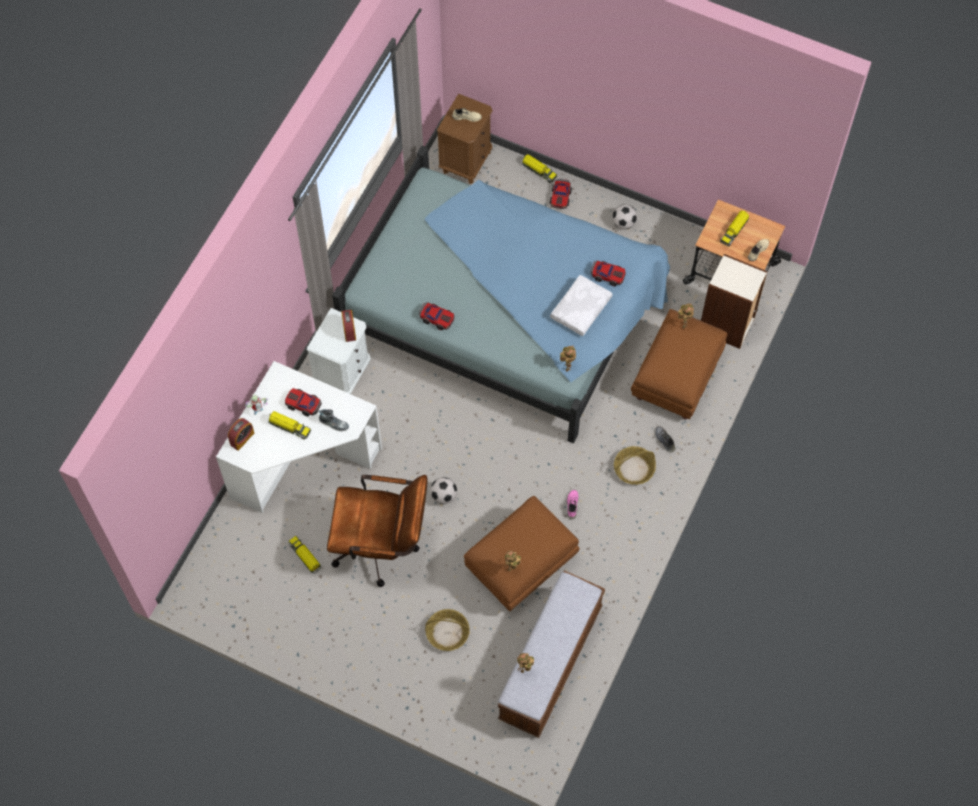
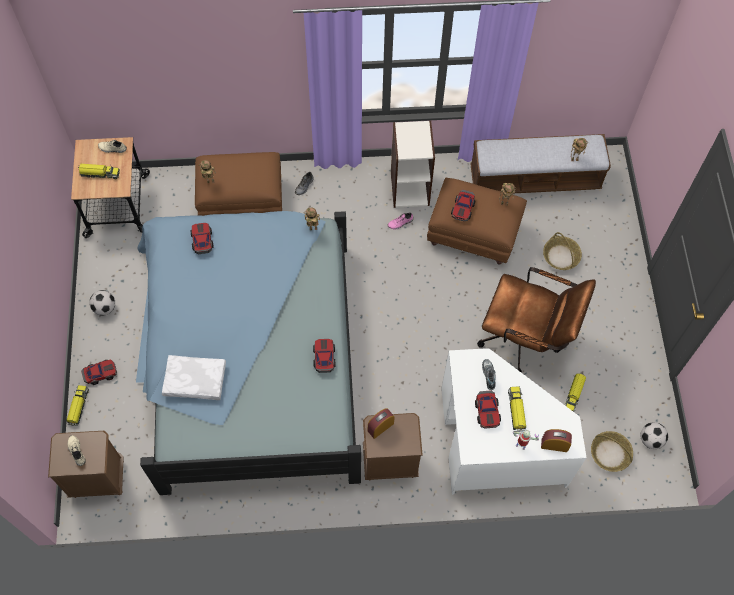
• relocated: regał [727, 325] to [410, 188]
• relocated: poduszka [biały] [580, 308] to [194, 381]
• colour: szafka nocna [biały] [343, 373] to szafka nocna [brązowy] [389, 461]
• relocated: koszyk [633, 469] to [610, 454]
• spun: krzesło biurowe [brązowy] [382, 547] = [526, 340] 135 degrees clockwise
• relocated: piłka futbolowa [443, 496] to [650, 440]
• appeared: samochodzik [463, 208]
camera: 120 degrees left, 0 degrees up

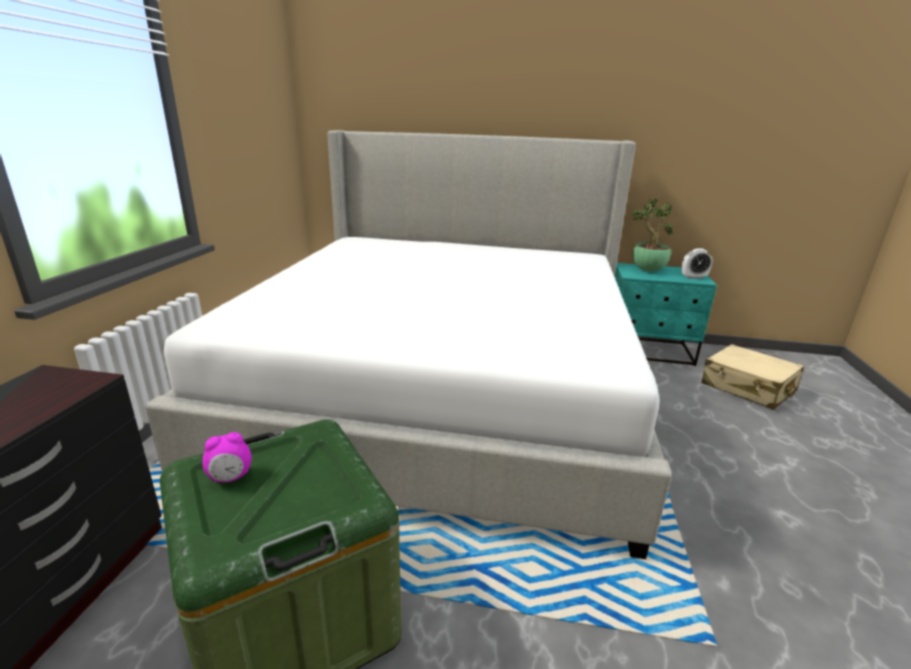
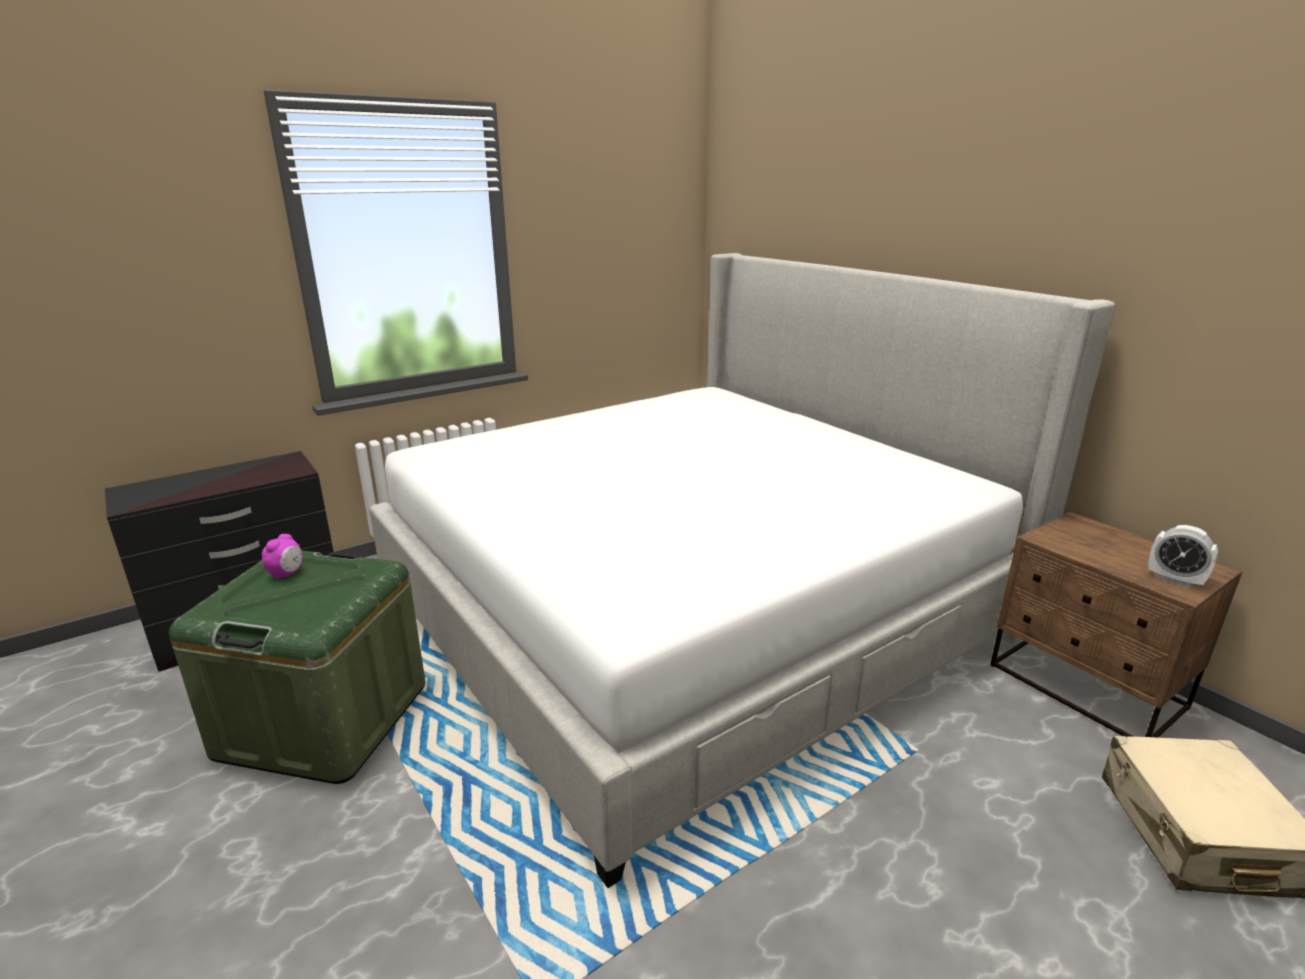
• missing: roślina doniczkowa [647, 271]
• colour: szafka nocna [turkusowy] [648, 351] to szafka nocna [brązowy] [1086, 687]
• spun: budzik [230, 478] = [287, 574] 90 degrees counterclockwise
camera: 45 degrees right, 0 degrees up

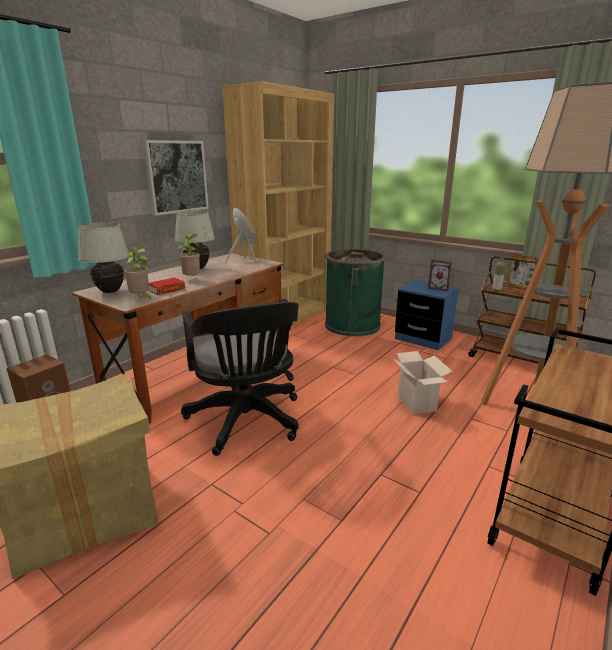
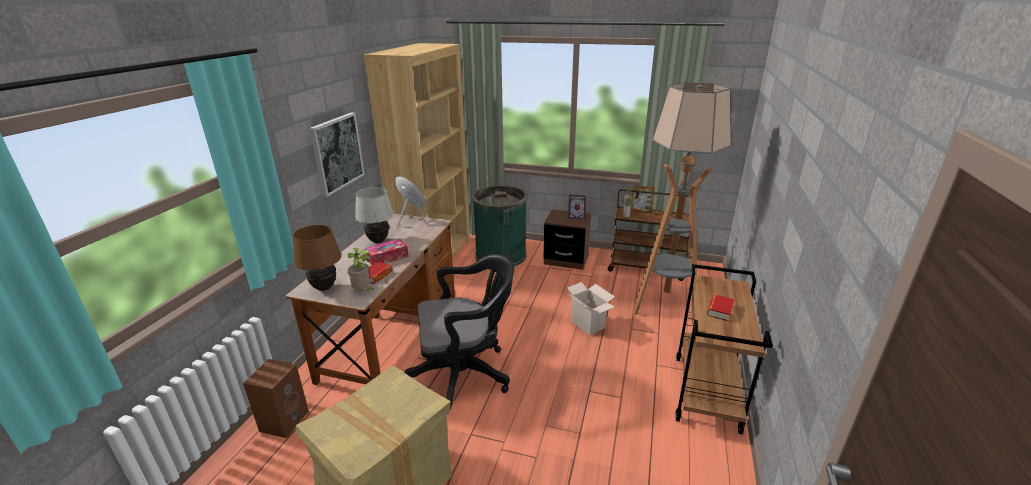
• colour: lampa stołowa [biały] [110, 291] to lampa stołowa [brązowy] [324, 288]
• exchanged: roślina doniczkowa [192, 279] to pudełko chusteczek [387, 258]
• colour: szafka nocna [niebieski] [423, 338] to szafka nocna [brązowy] [566, 259]
• spun: krzesło biurowe [czarny] [247, 422] = [466, 374] 60 degrees counterclockwise
• appeared: książka [719, 310]
camera: 20 degrees left, 5 degrees up

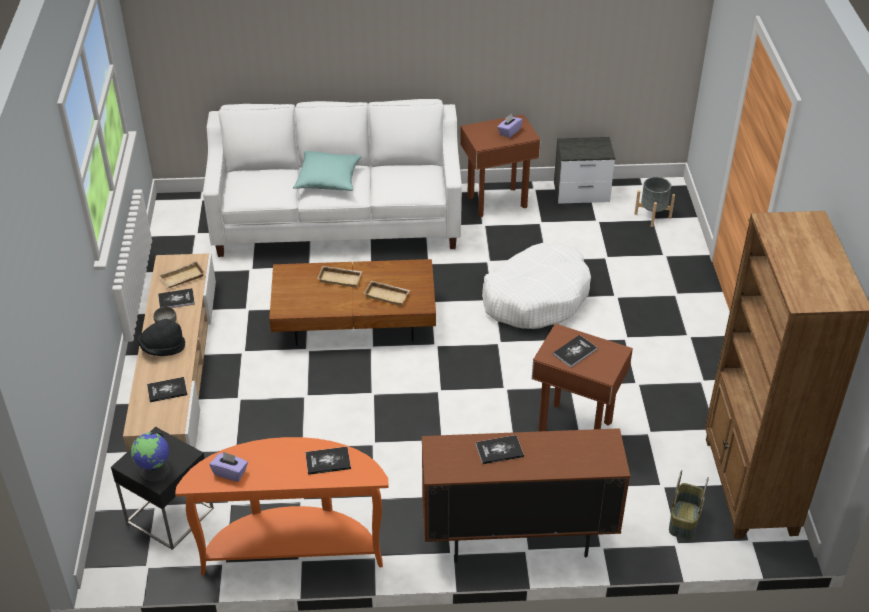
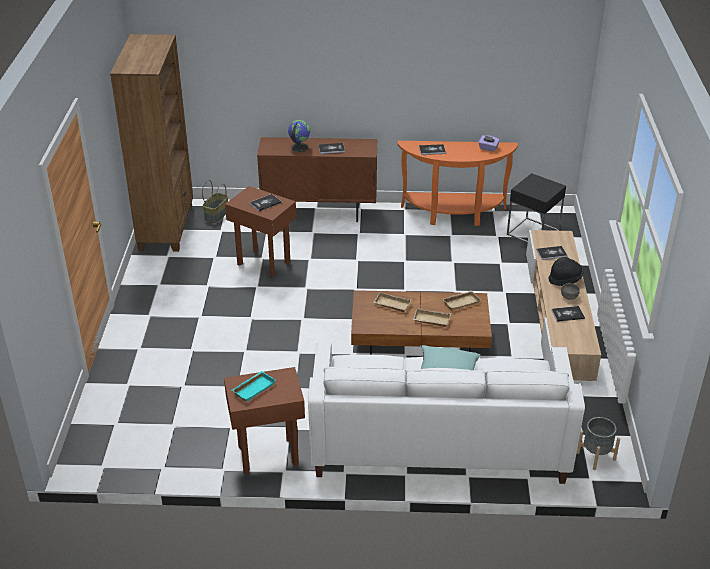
• exchanged: pudełko chusteczek [fioletowy] [509, 132] to taca [turkusowy] [253, 388]
• missing: szafka nocna [582, 193]
• relocated: donica [szary] [652, 215] to [596, 456]
• missing: legowisko [biały] [536, 297]
• relocated: taca [beżowy] [182, 279] to [461, 302]
• relocated: globus [155, 471] to [299, 147]
camera: 175 degrees left, 5 degrees down

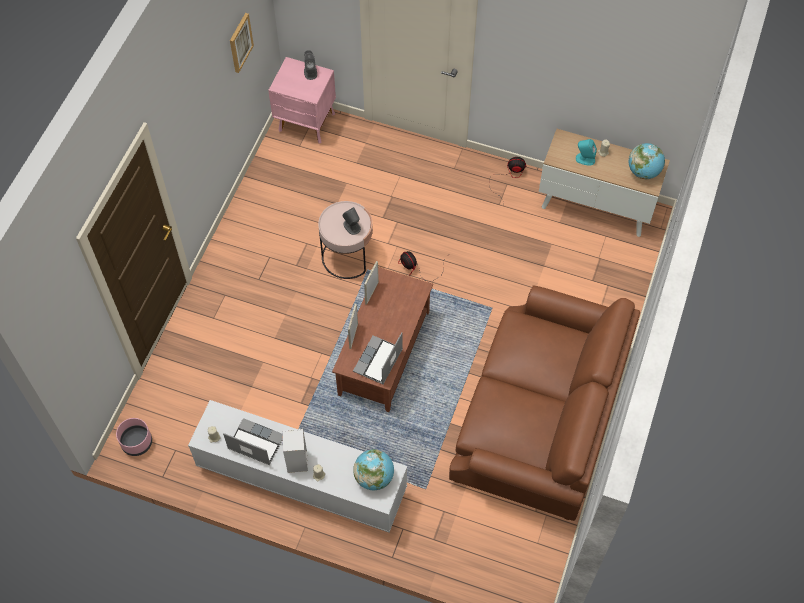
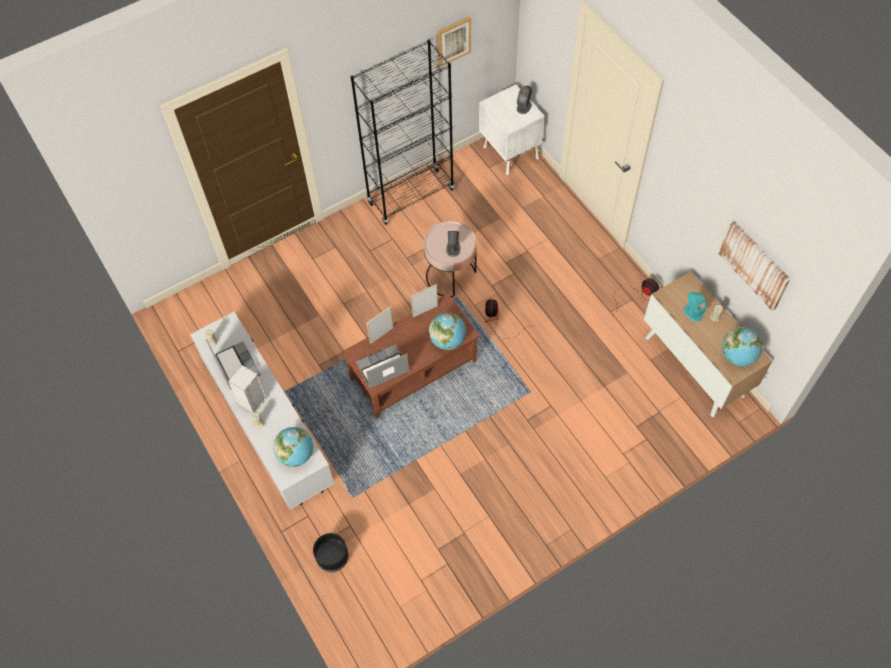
• colour: szafka nocna [różowy] [307, 123] to szafka nocna [biały] [510, 153]
• missing: kanapa [brązowy] [538, 421]
• missing: donica [różowy] [136, 442]
• appeared: regał [czarny] [411, 196]
• appeared: obraz [755, 264]
• appeared: globus [448, 340]
• appeared: donica [czarny] [332, 557]
camera: 40 degrees right, 0 degrees up

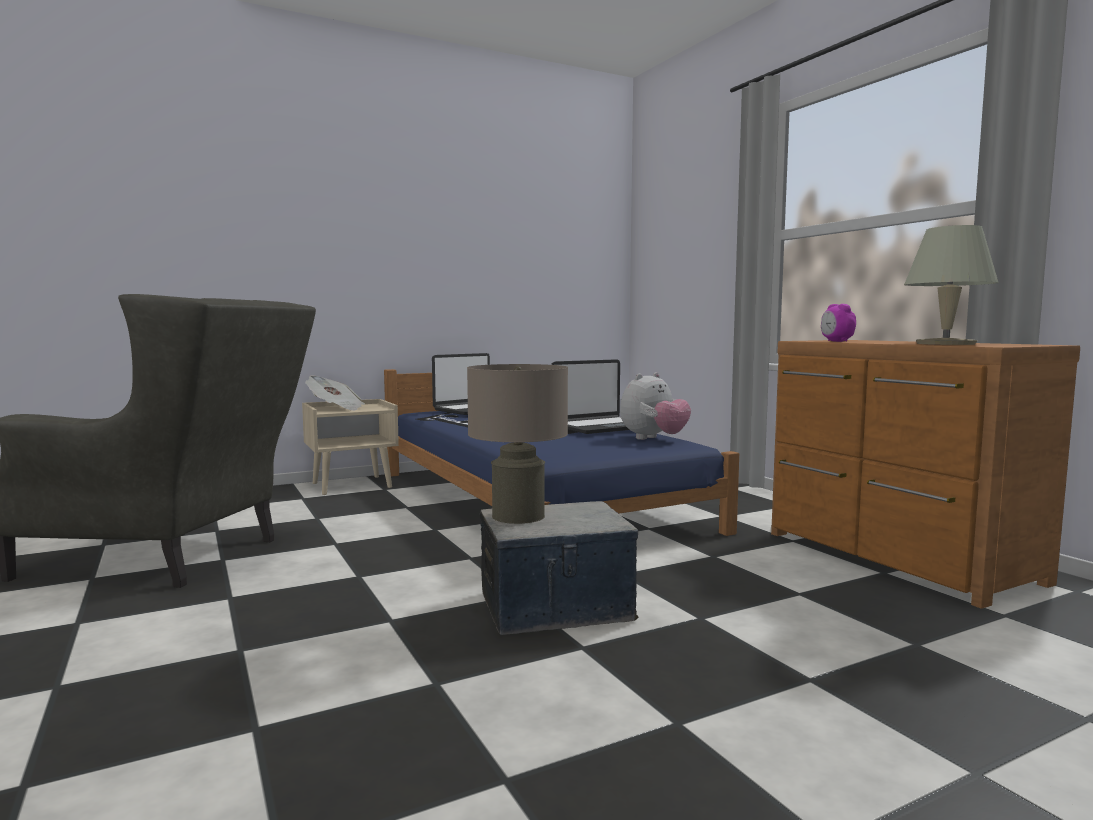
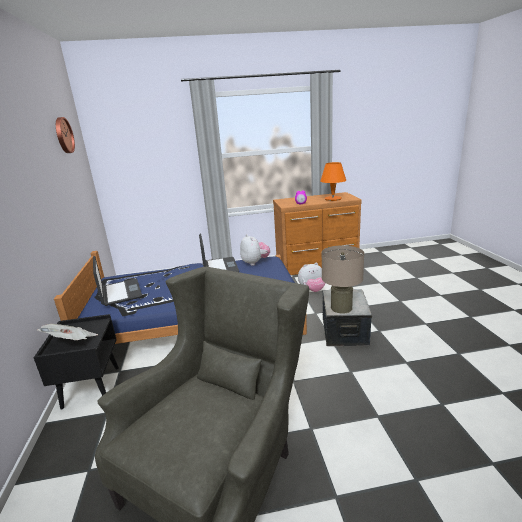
• colour: lampa stołowa [beżowy] [946, 344] to lampa stołowa [pomarańczowy] [333, 199]
• colour: szafka nocna [beżowy] [352, 485] to szafka nocna [czarny] [91, 386]
• appeared: zegar ścienny [63, 135]
• appeared: pluszak [312, 290]
camera: 70 degrees left, 15 degrees up

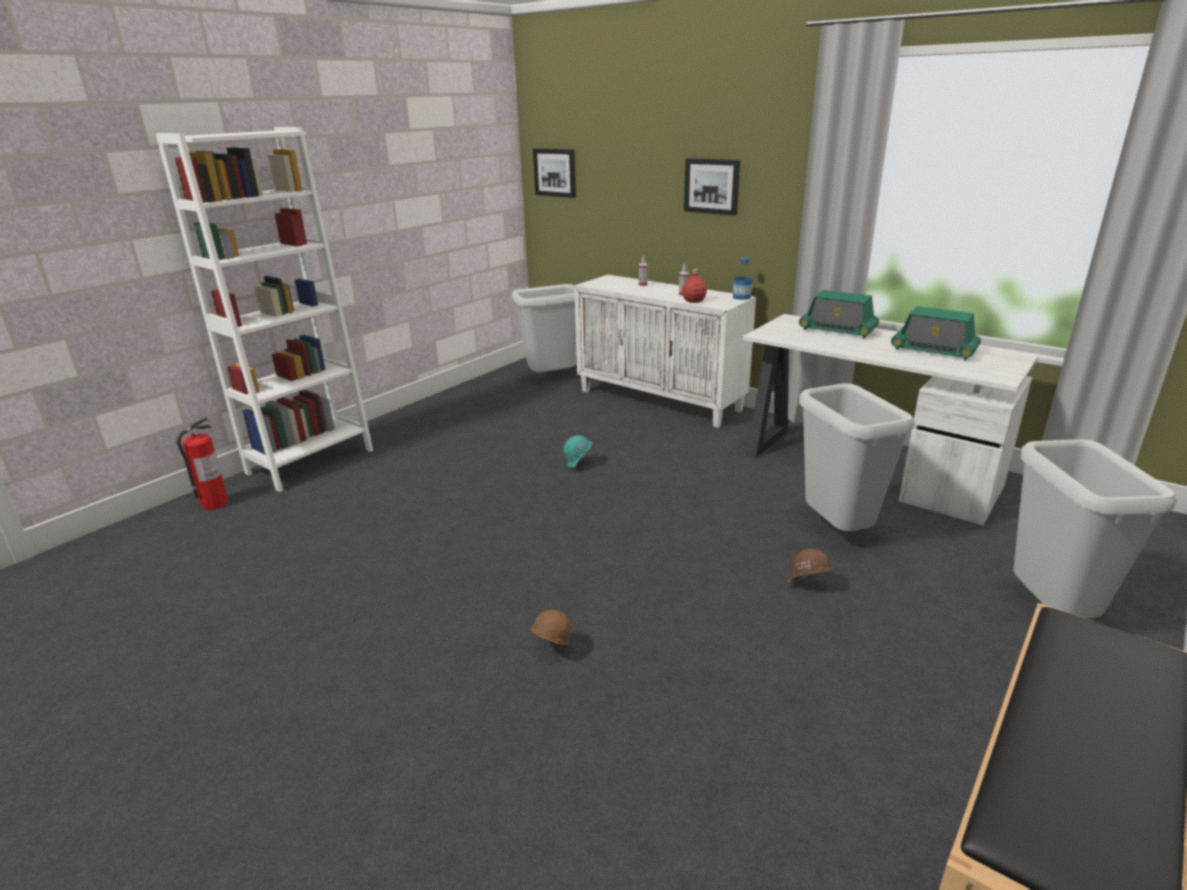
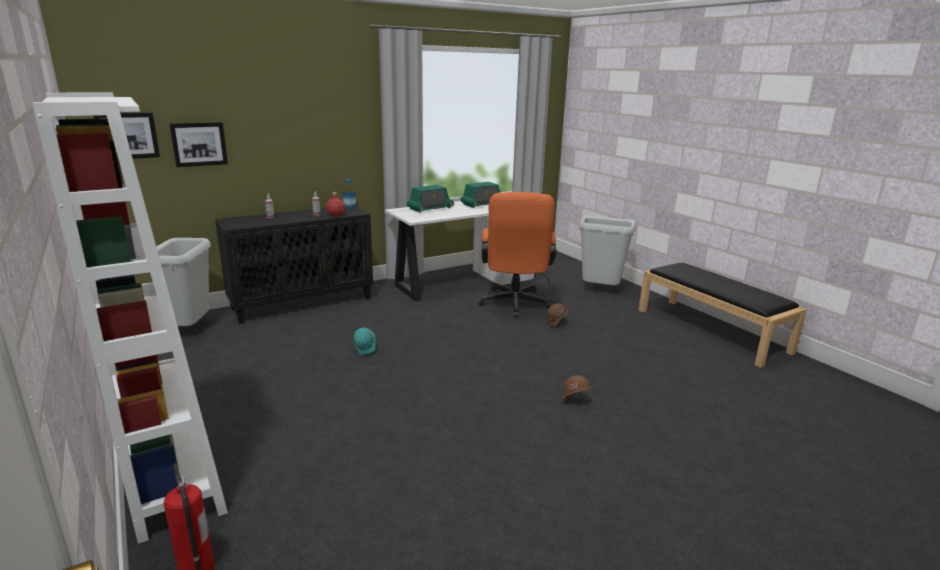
• relocated: obraz [712, 186] to [199, 144]
• colour: szafka [biały] [661, 400] to szafka [czarny] [303, 303]
• exchanged: kosz na śmieci [szary] [834, 531] to krzesło biurowe [pomarańczowy] [514, 305]
camera: 70 degrees left, 5 degrees down

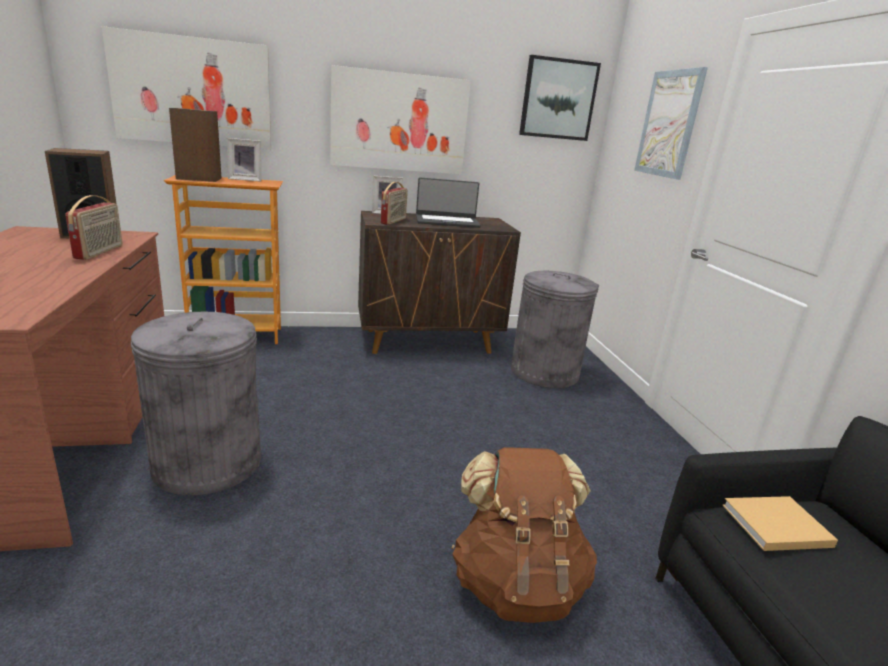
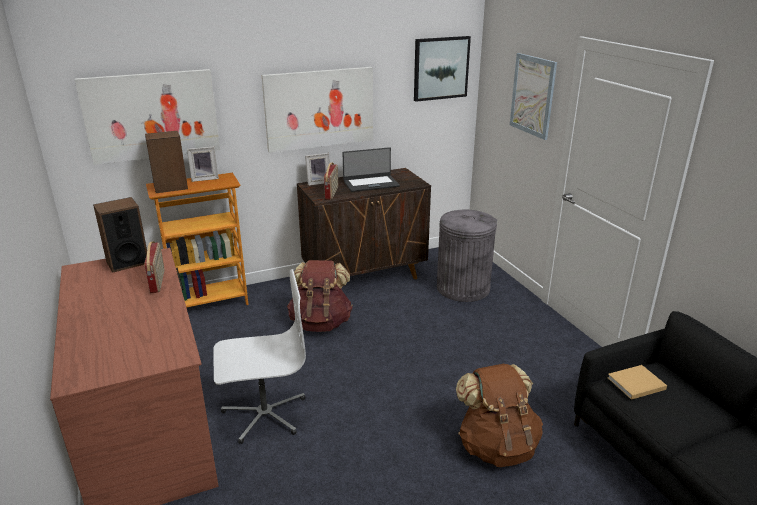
• exchanged: kosz na śmieci [szary] [208, 463] to krzesło biurowe [biały] [264, 414]
• appeared: plecak [brązowy] [321, 322]
camera: 10 degrees left, 5 degrees up

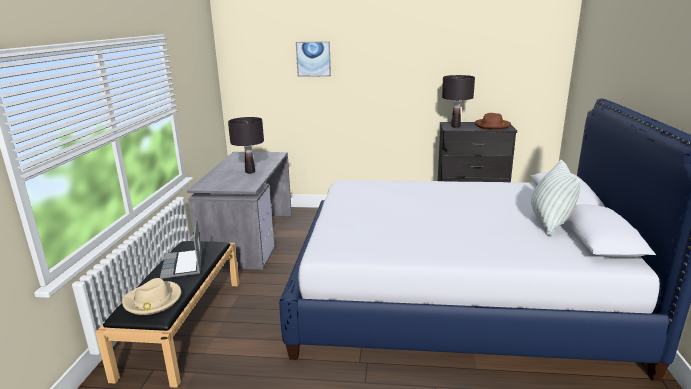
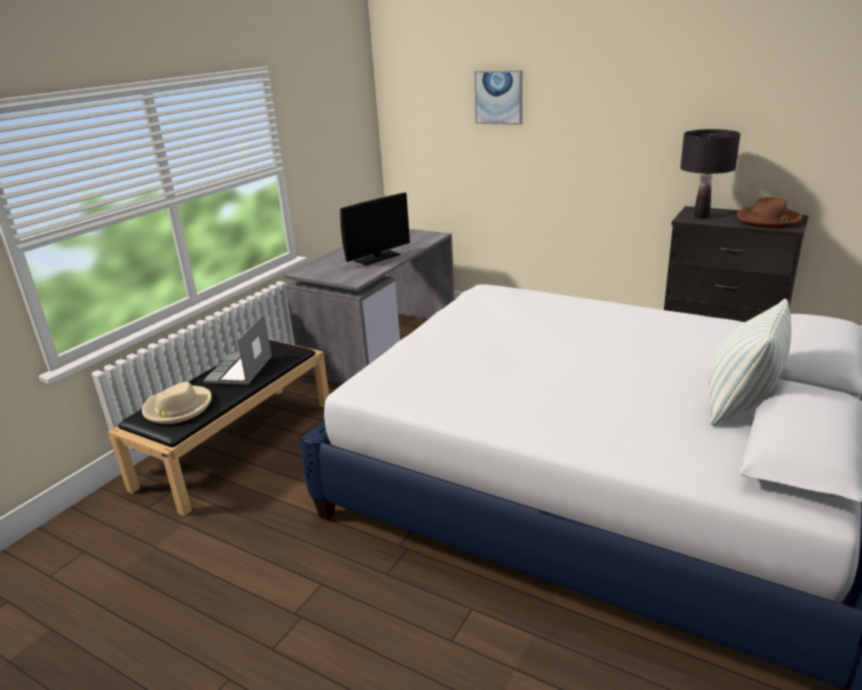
• exchanged: lampa stołowa [czarny] [250, 172] to monitor [377, 257]
camera: 25 degrees right, 5 degrees up

